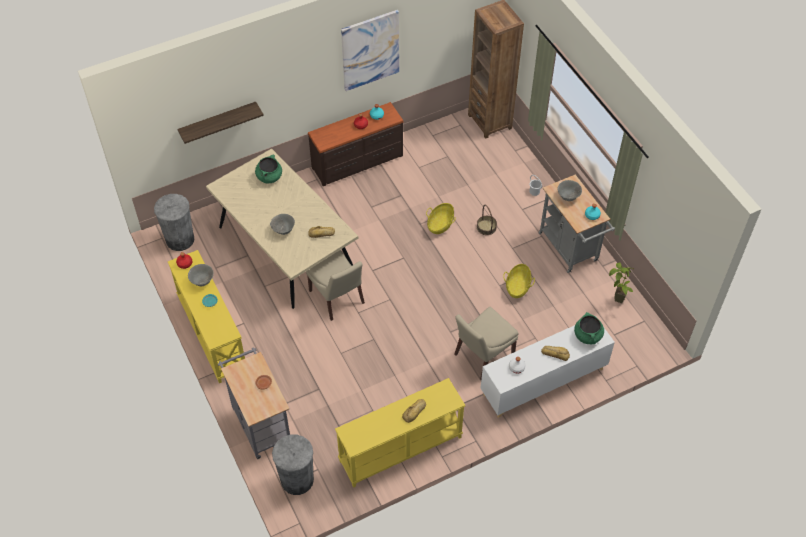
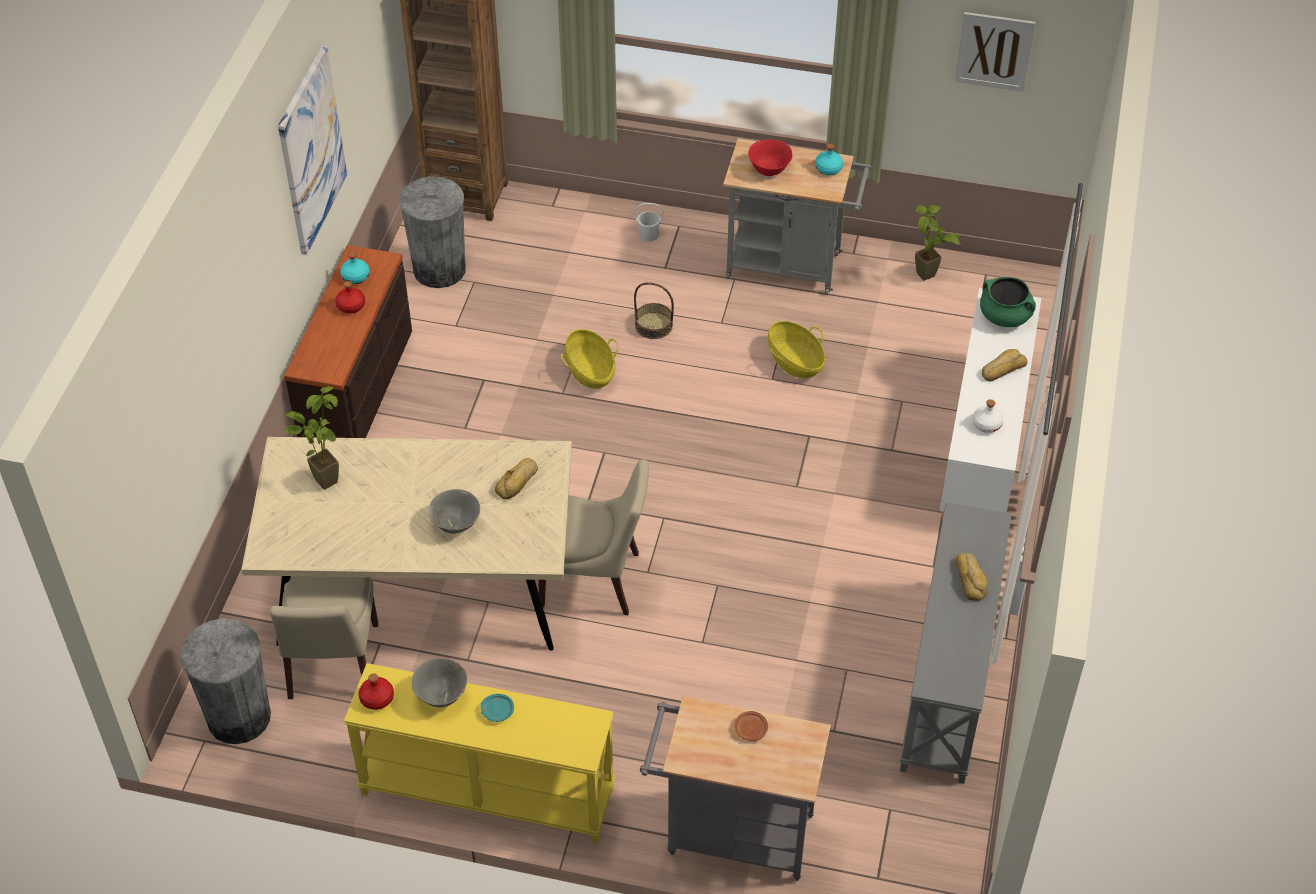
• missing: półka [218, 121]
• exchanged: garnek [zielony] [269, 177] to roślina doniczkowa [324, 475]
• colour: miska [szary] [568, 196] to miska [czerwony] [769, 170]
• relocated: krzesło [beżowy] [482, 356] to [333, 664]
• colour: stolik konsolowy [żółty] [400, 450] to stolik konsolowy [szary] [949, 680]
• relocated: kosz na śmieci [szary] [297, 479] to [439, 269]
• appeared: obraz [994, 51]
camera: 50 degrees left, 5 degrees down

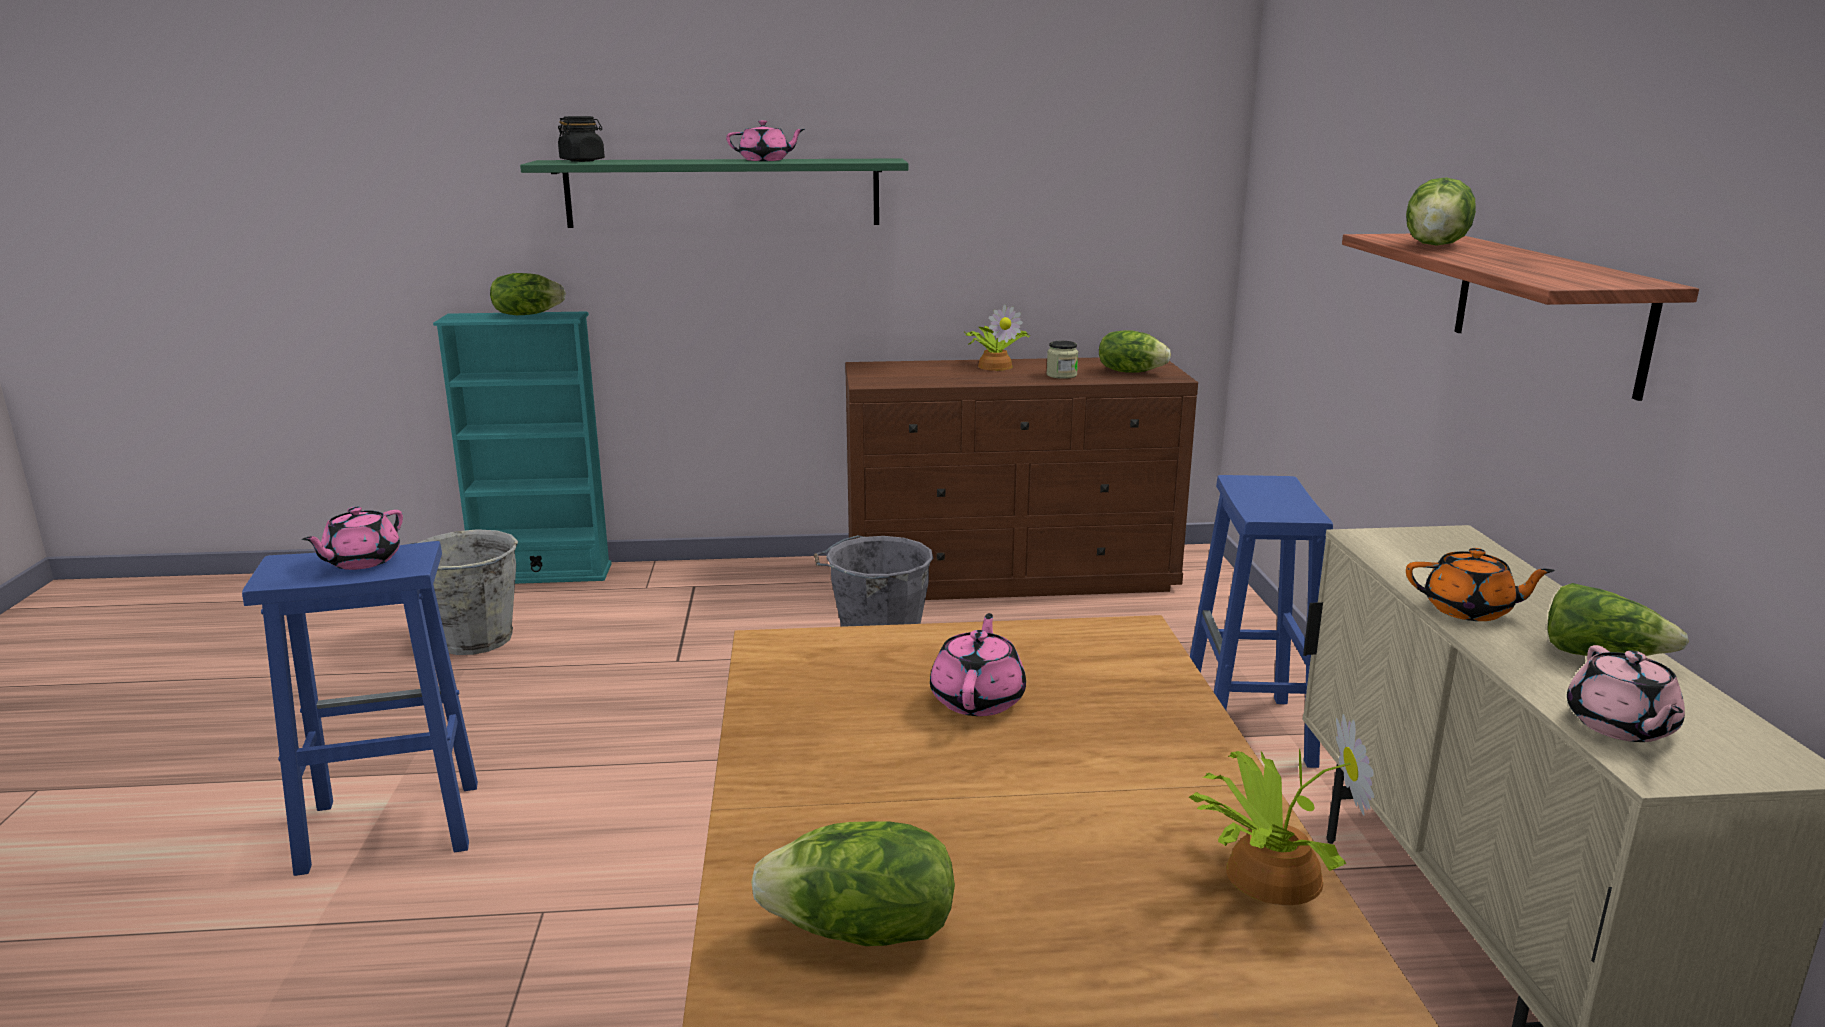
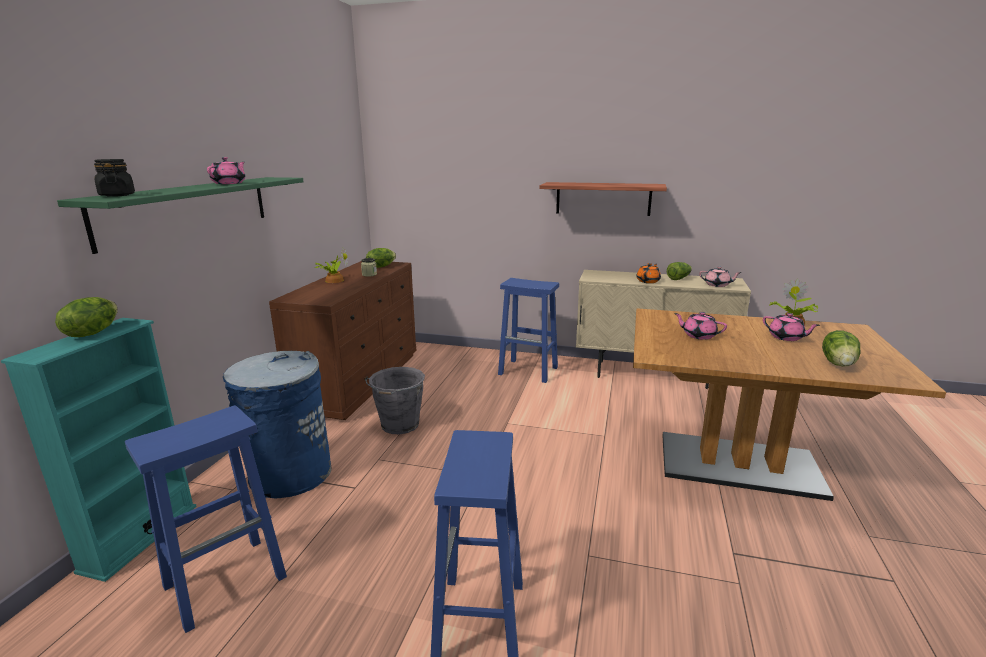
• missing: sałata [1437, 245]
• relocated: imbryk [różowy] [361, 561] to [786, 337]
• exchanged: wiadro [szary] [472, 641] to stołek [niebieski] [227, 580]
• appeared: kosz na śmieci [niebieski] [290, 474]
camera: 70 degrees left, 0 degrees up

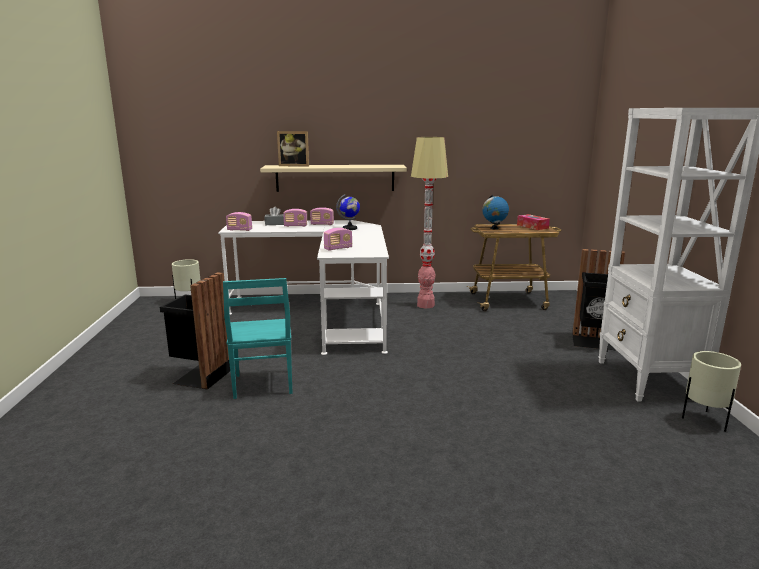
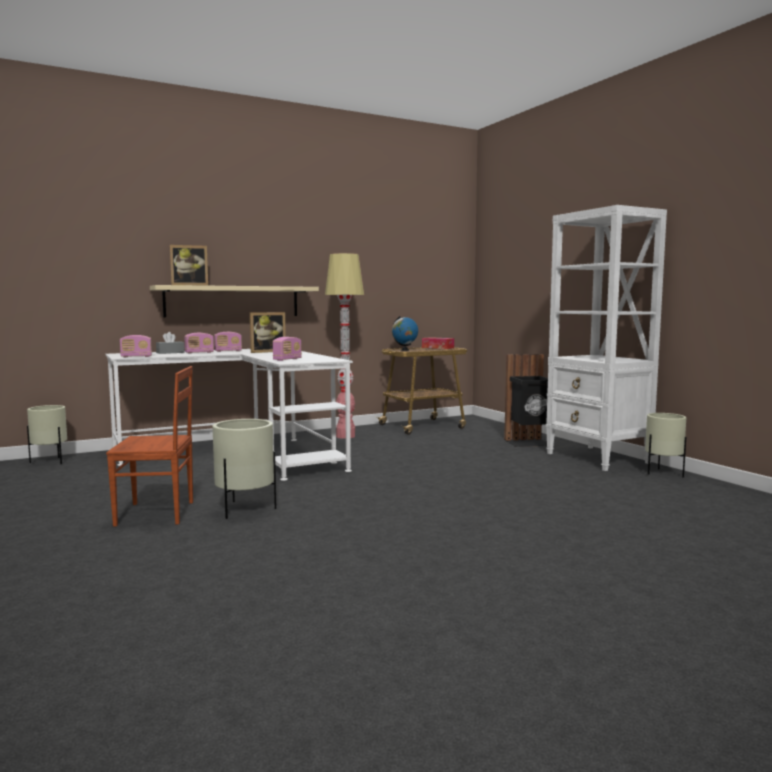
• exchanged: globus [350, 228] to ramka na zdjęcie [267, 351]
• exchanged: kosz na śmieci [czarny] [200, 376] to krzesło [brązowy] [156, 514]
• exchanged: krzesło [turkusowy] [262, 385] to donica [beżowy] [245, 509]
camera: 25 degrees left, 10 degrees down

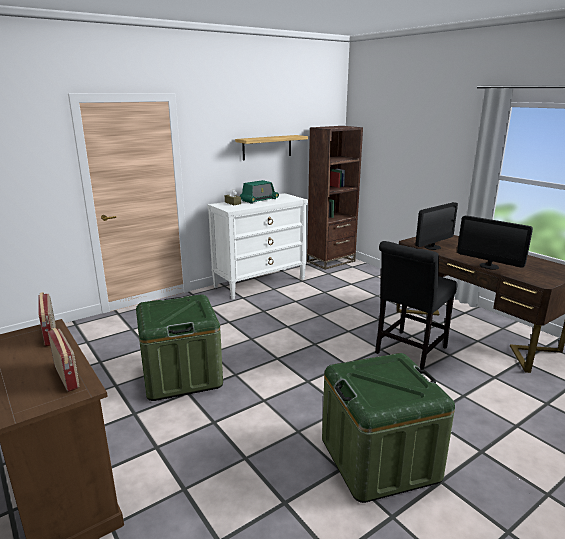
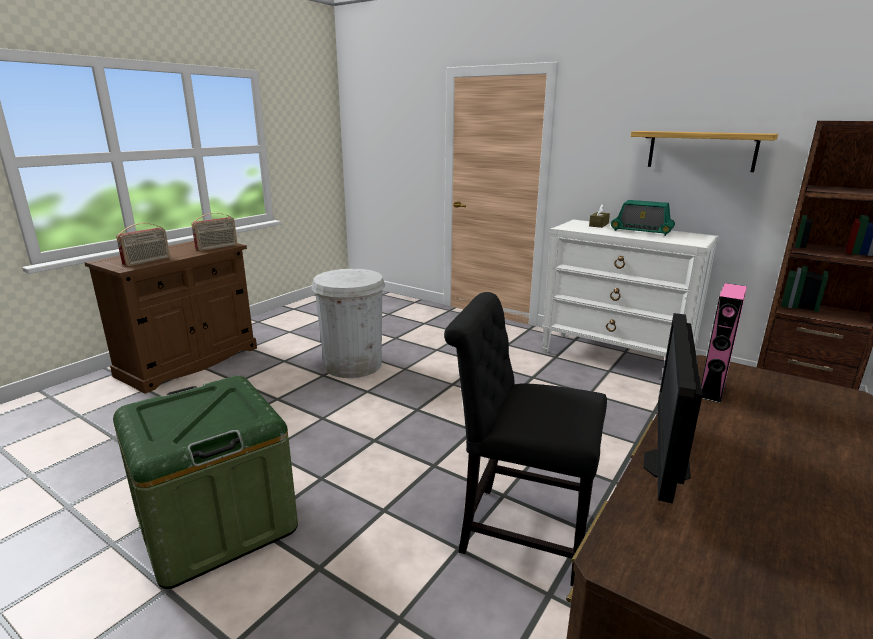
• exchanged: monitor [432, 247] to głośnik [różowy] [712, 389]
• exchanged: pojemnik do przechowywania [zielony] [181, 375] to kosz na śmieci [biały] [353, 365]
camera: 70 degrees right, 0 degrees up

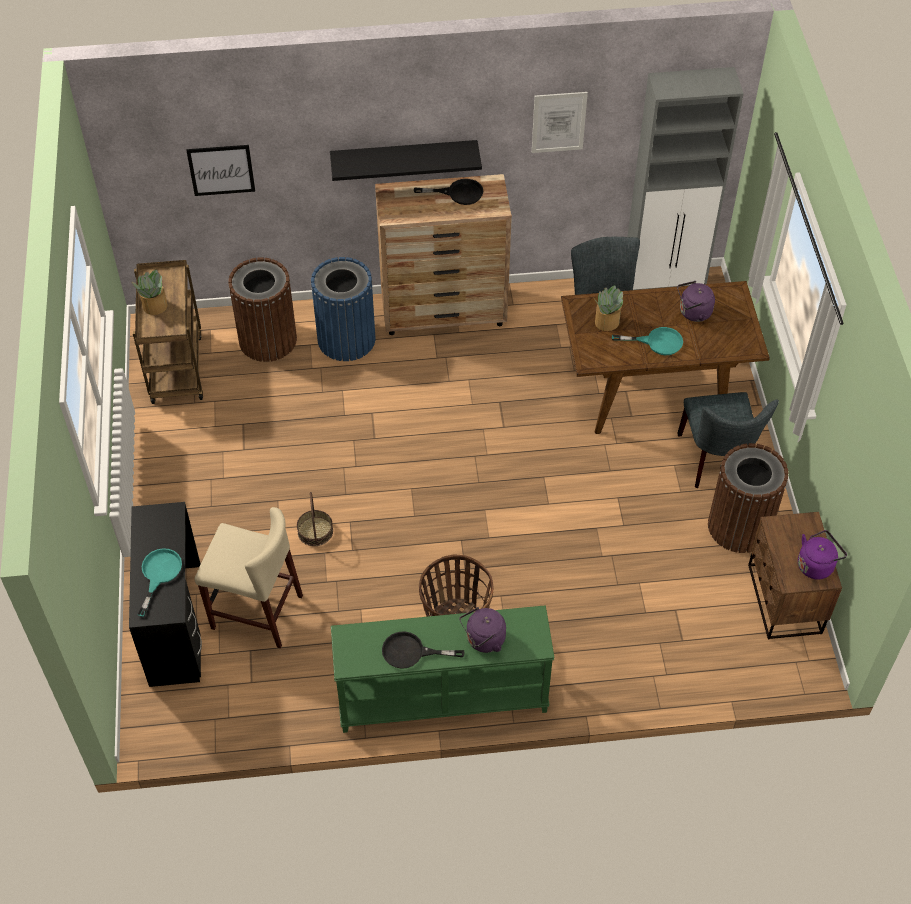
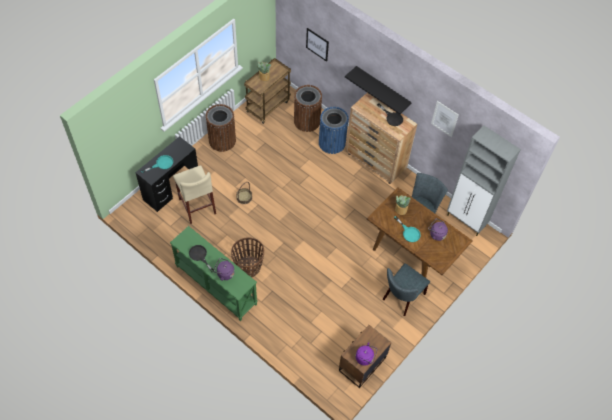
• relocated: kosz na śmieci [brązowy] [739, 526] to [222, 140]
camera: 45 degrees right, 5 degrees up

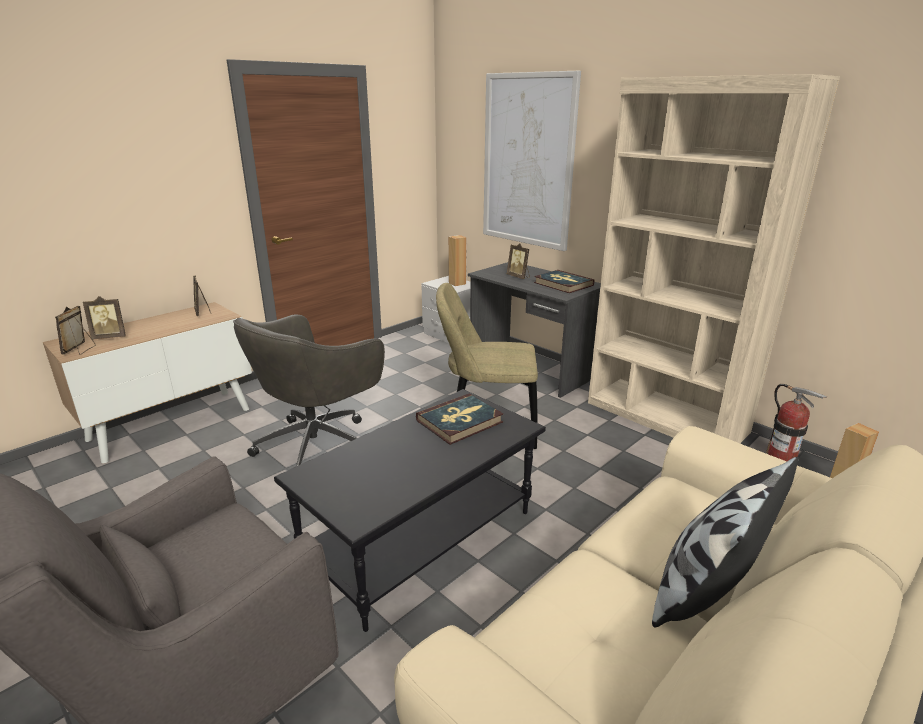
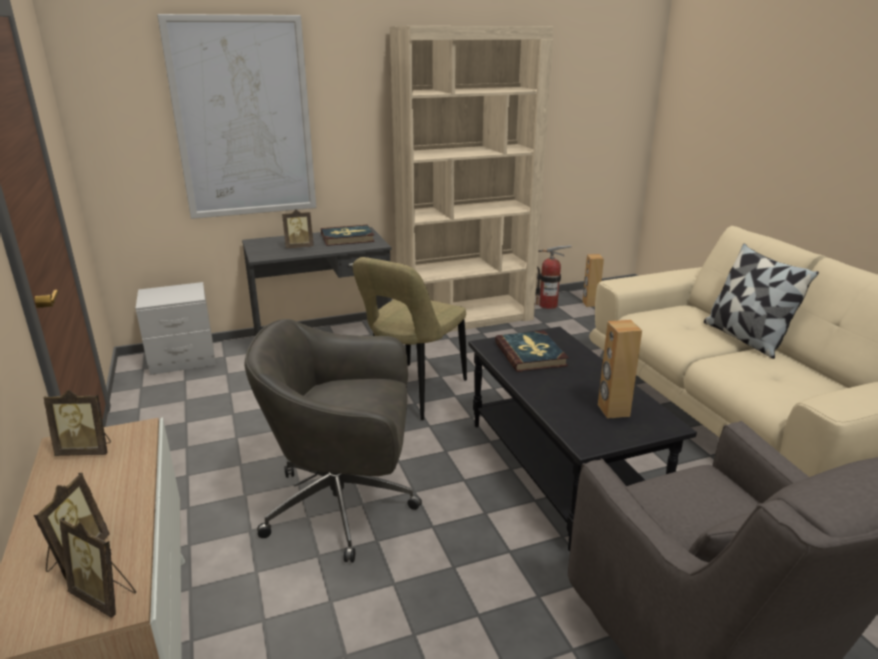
• relocated: głośnik [brązowy] [457, 283] to [613, 410]
• spun: krzesło biurowe [szary] [318, 444] = [344, 506] 120 degrees clockwise
camera: 65 degrees left, 0 degrees up

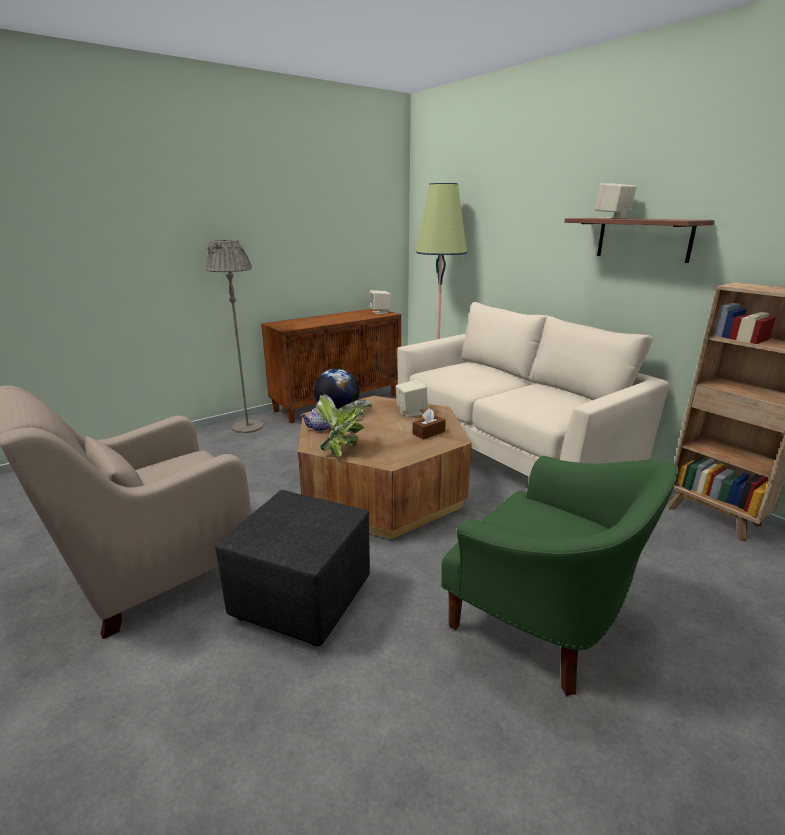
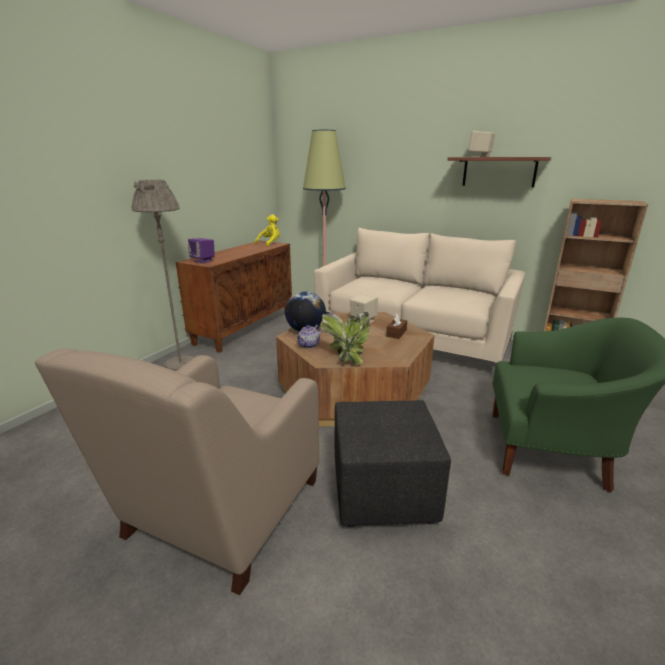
• exchanged: głośnik [beżowy] [380, 312] to pluszak [żółty] [270, 243]
• appeared: głośnik [fioletowy] [203, 261]
camera: 25 degrees left, 0 degrees up

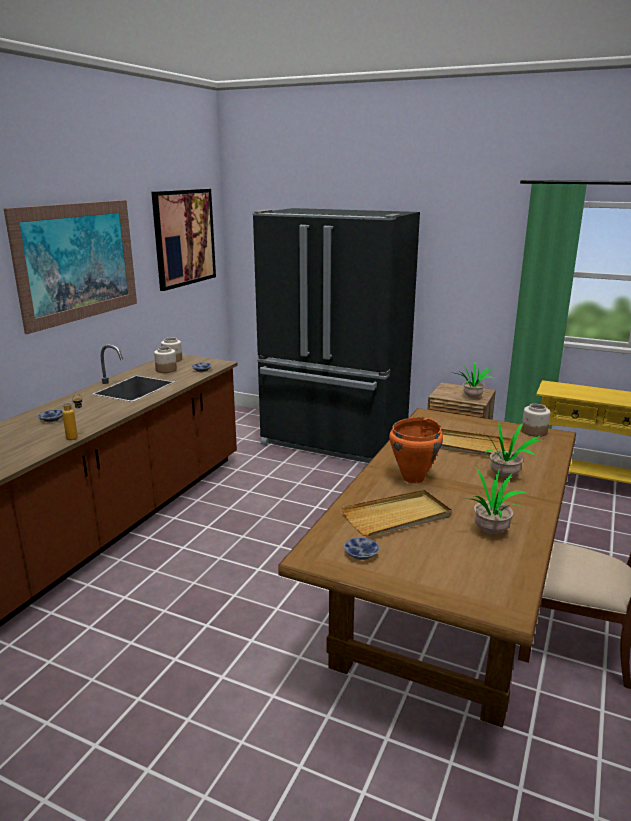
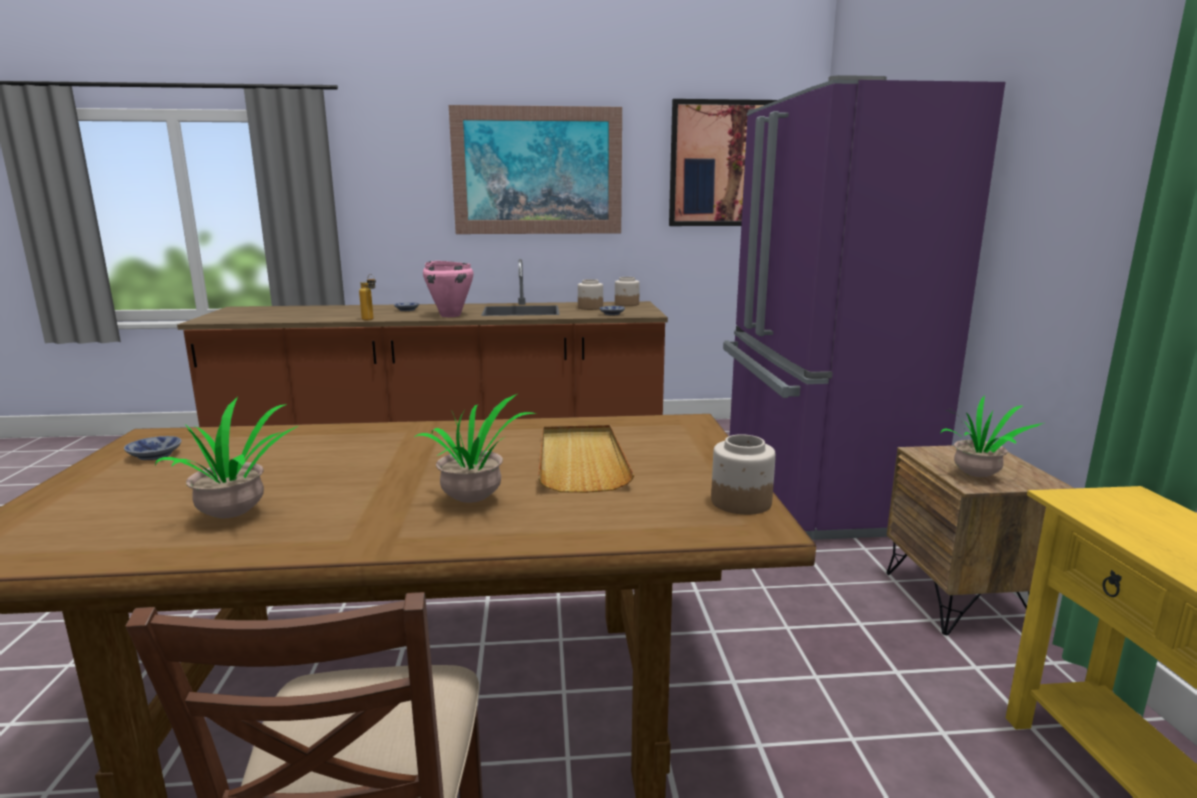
• colour: lodówka [czarny] [333, 441] to lodówka [fioletowy] [813, 492]
• missing: garnek [pomarańczowy] [414, 478]
• missing: taca [beżowy] [397, 517]
• appeared: garnek [różowy] [450, 315]
camera: 60 degrees right, 5 degrees down

